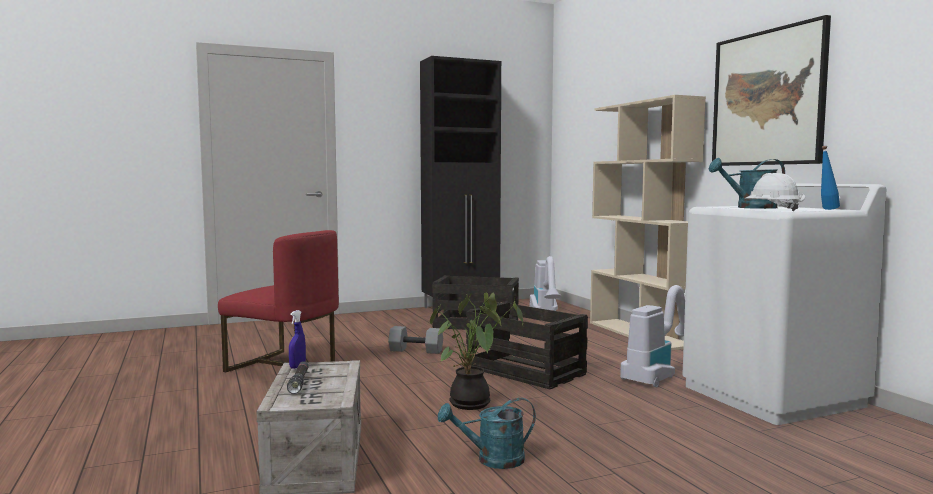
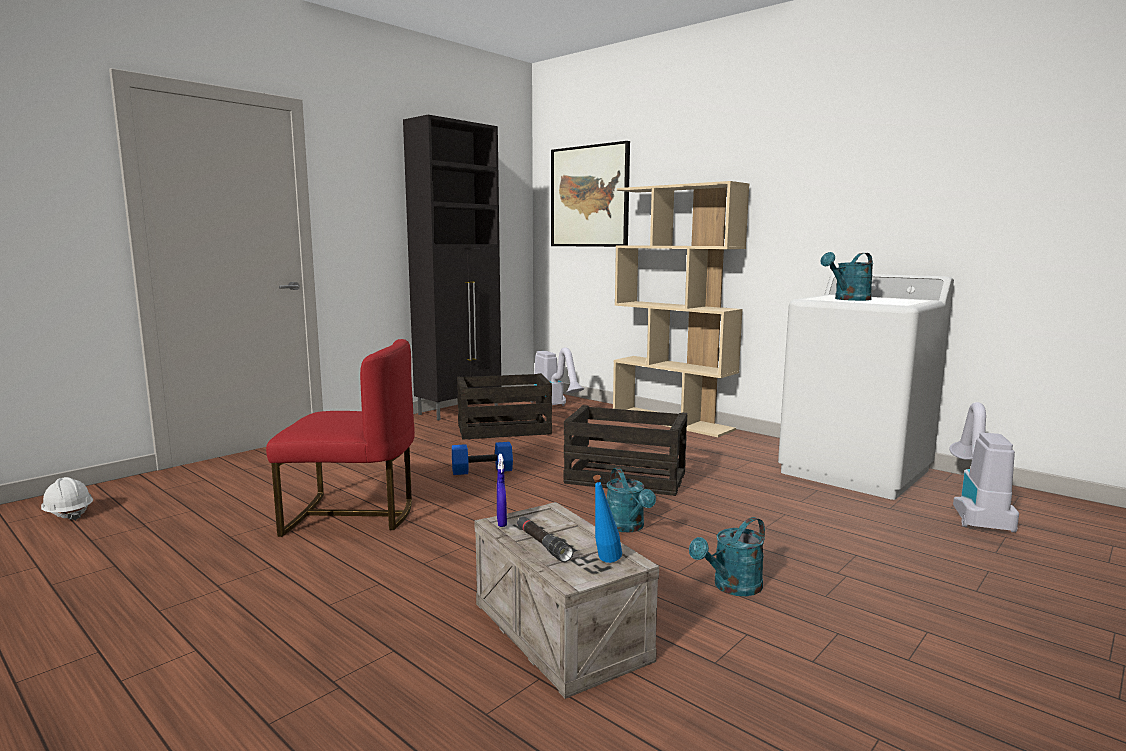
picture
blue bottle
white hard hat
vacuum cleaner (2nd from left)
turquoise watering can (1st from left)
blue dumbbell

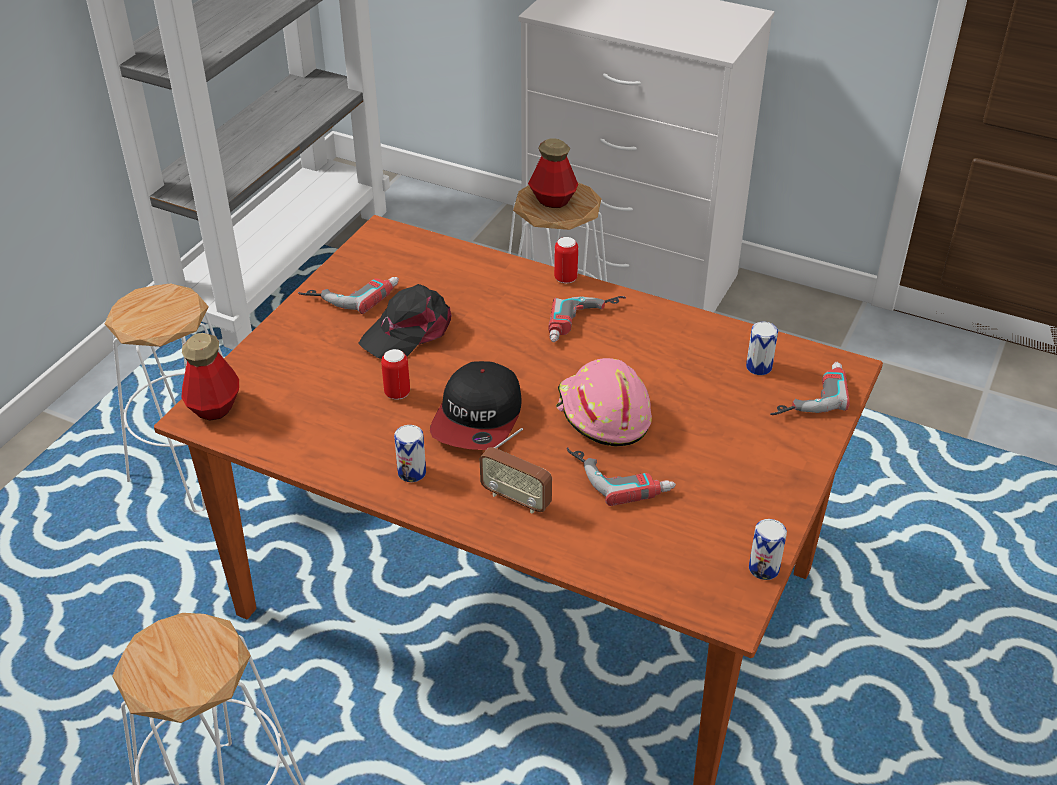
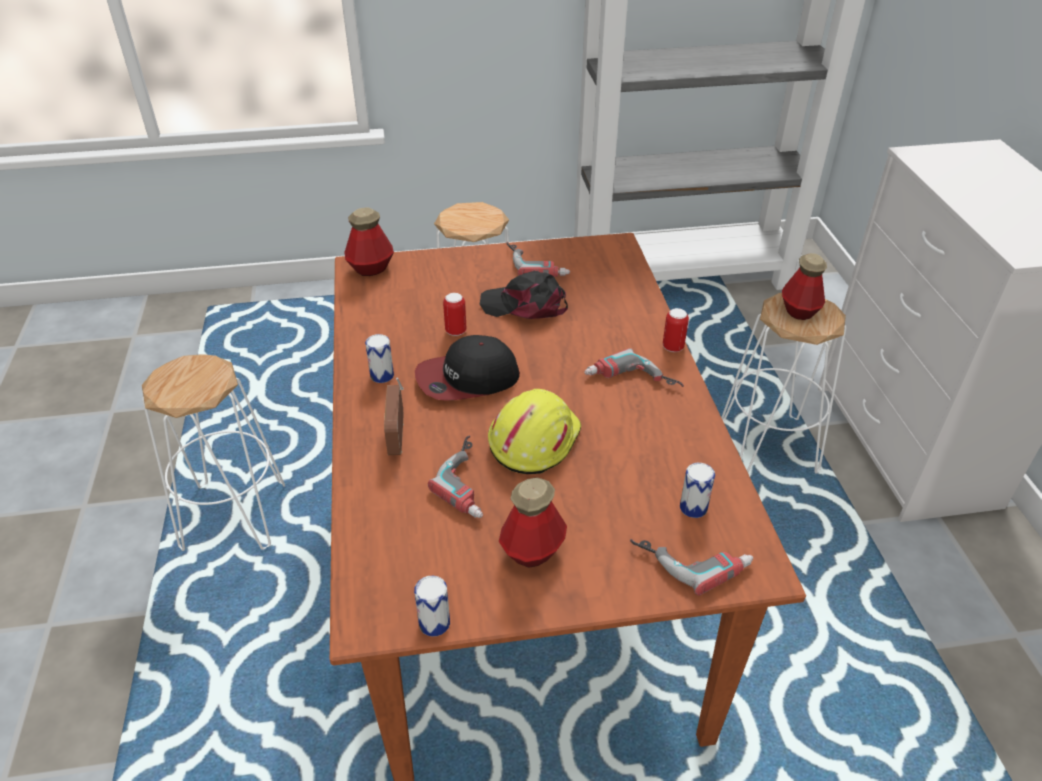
yellow hard hat
bottle (2nd from left)

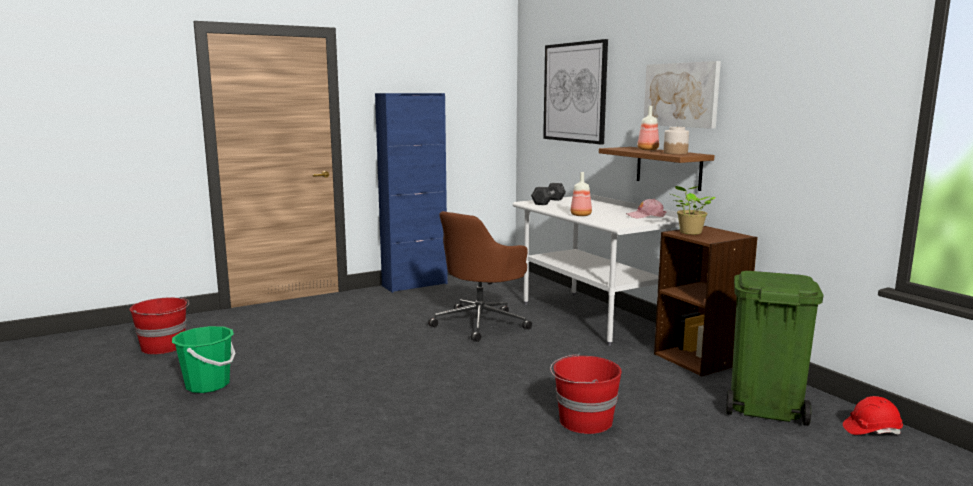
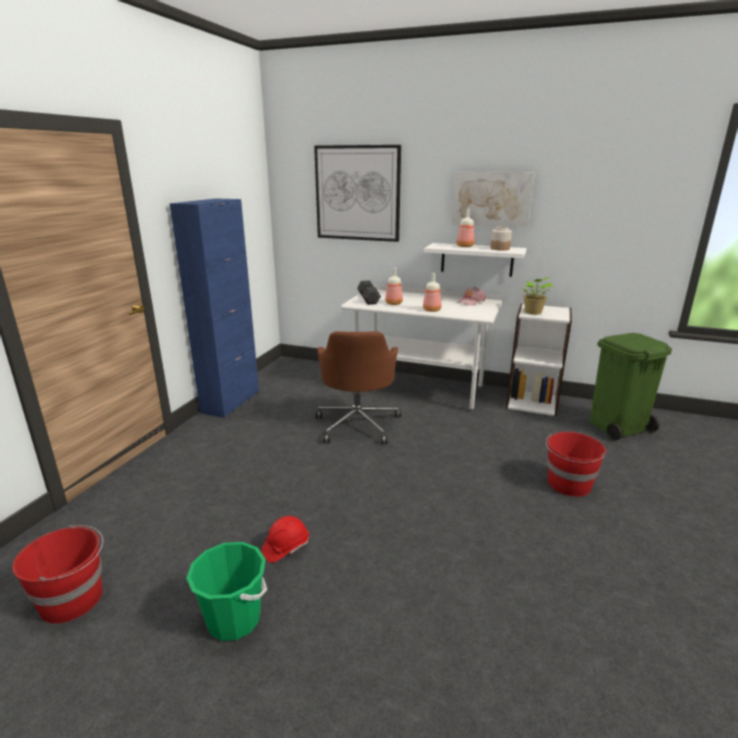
white shelf
white bookcase
red hard hat
bottle (1st from left)

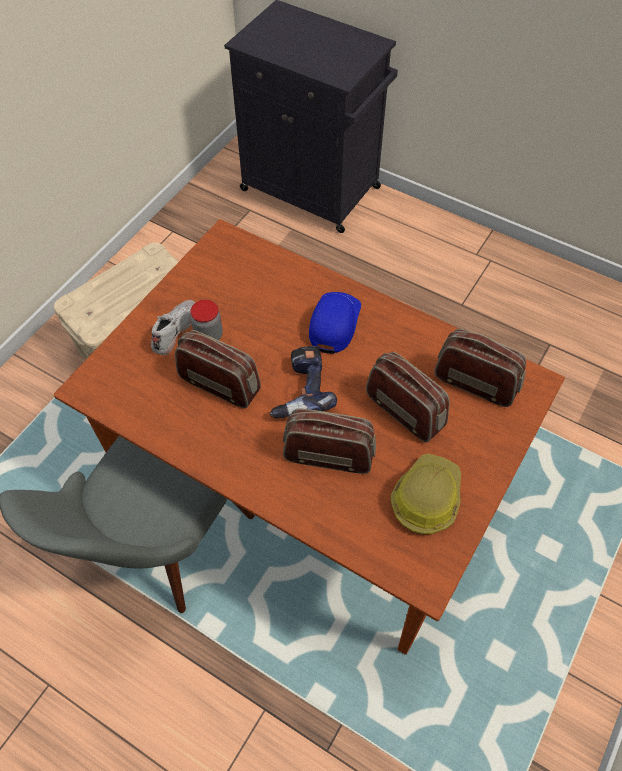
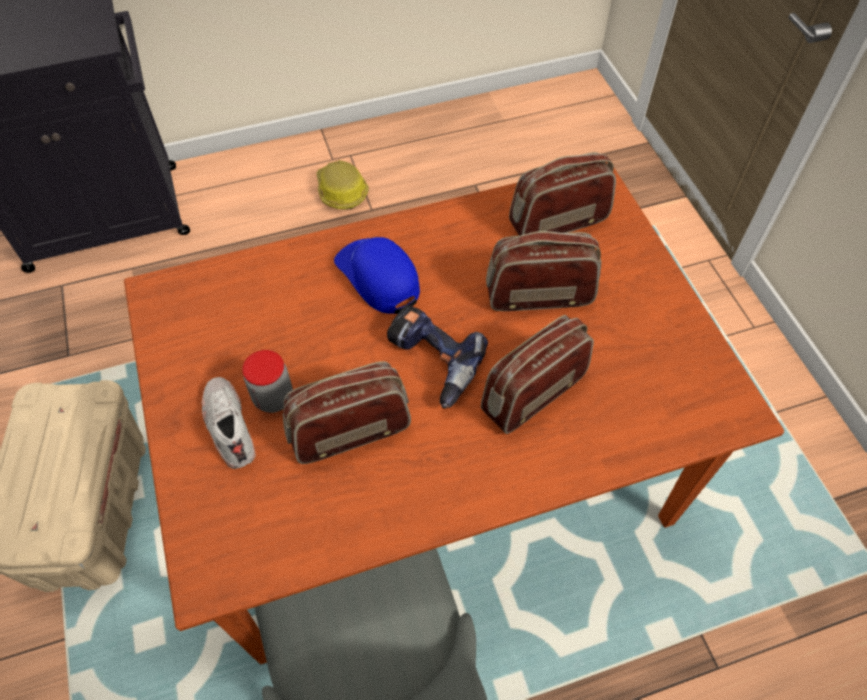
hard hat

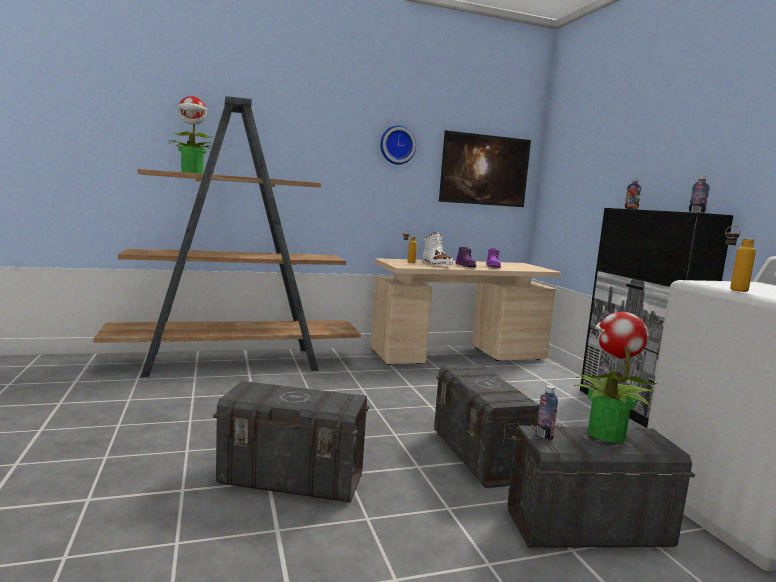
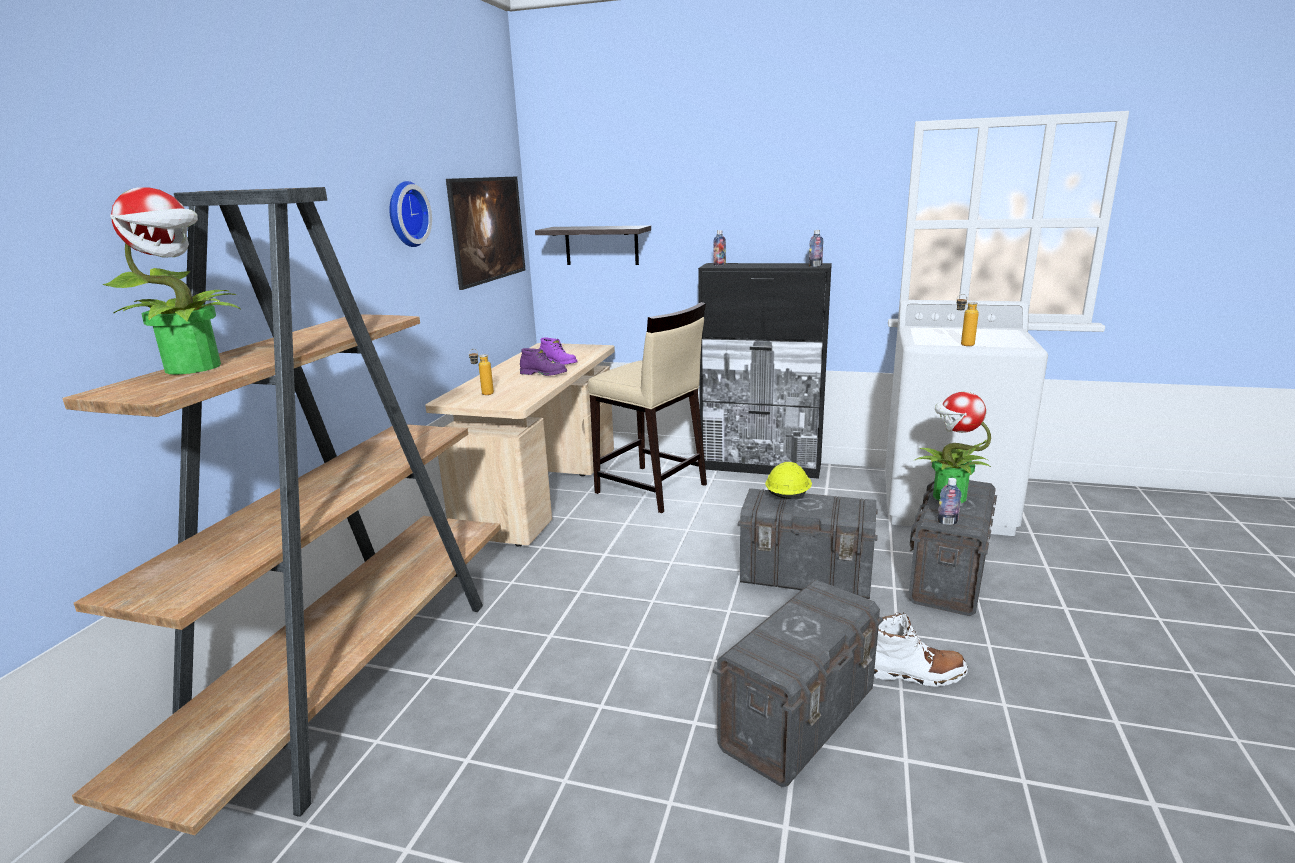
white boot
shelf
beige stool
yellow hard hat

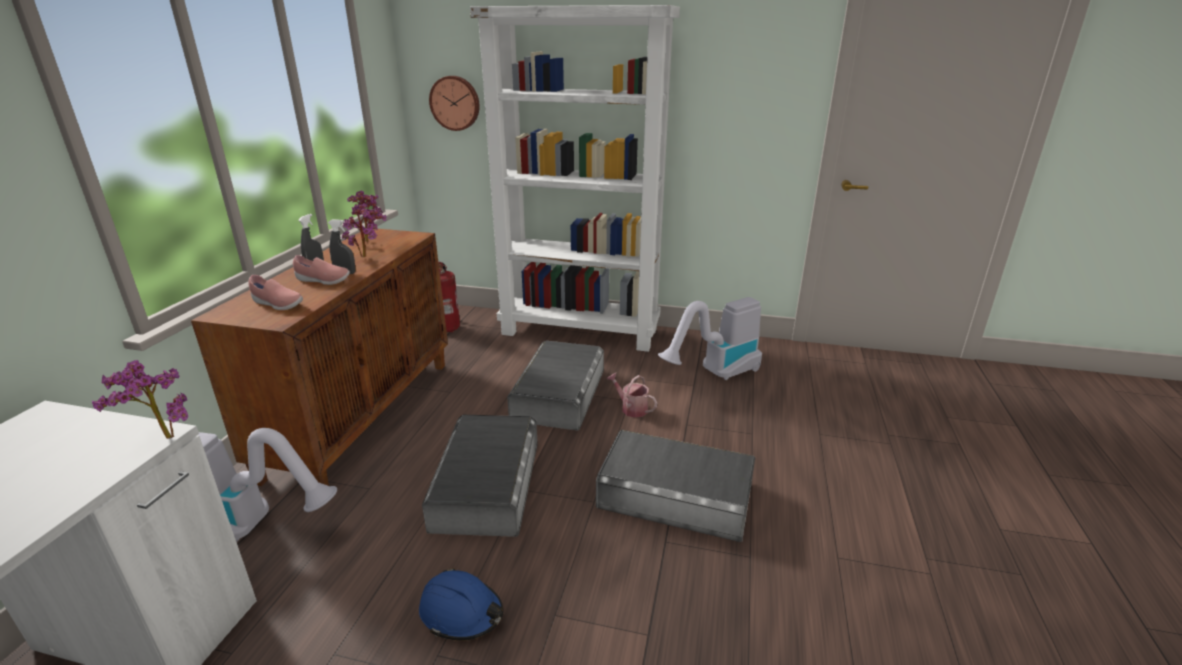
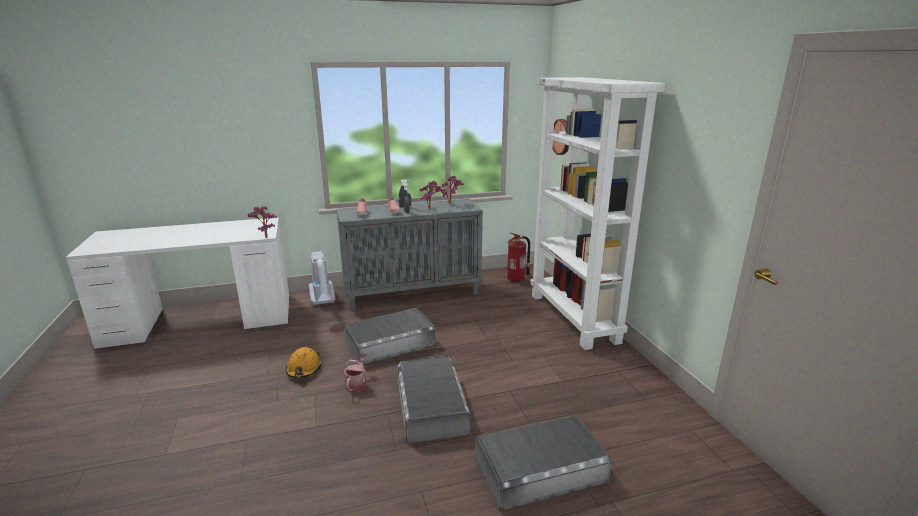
grey cabinet
vacuum cleaner (2nd from left in the first image)
grey storage box (3rd from left)
watering can
orange hard hat

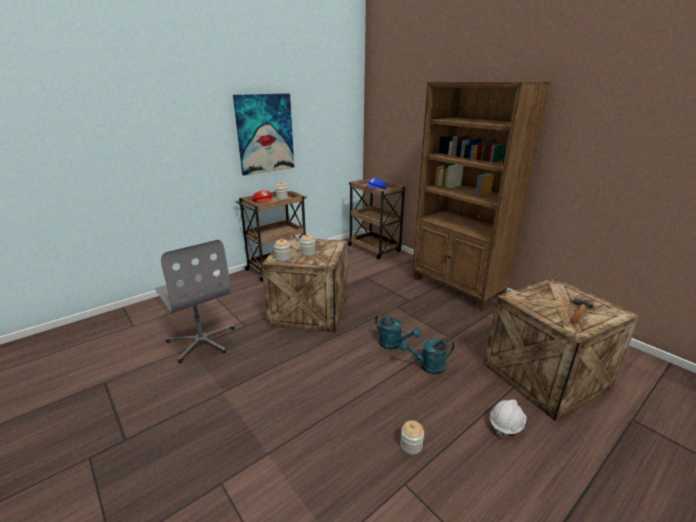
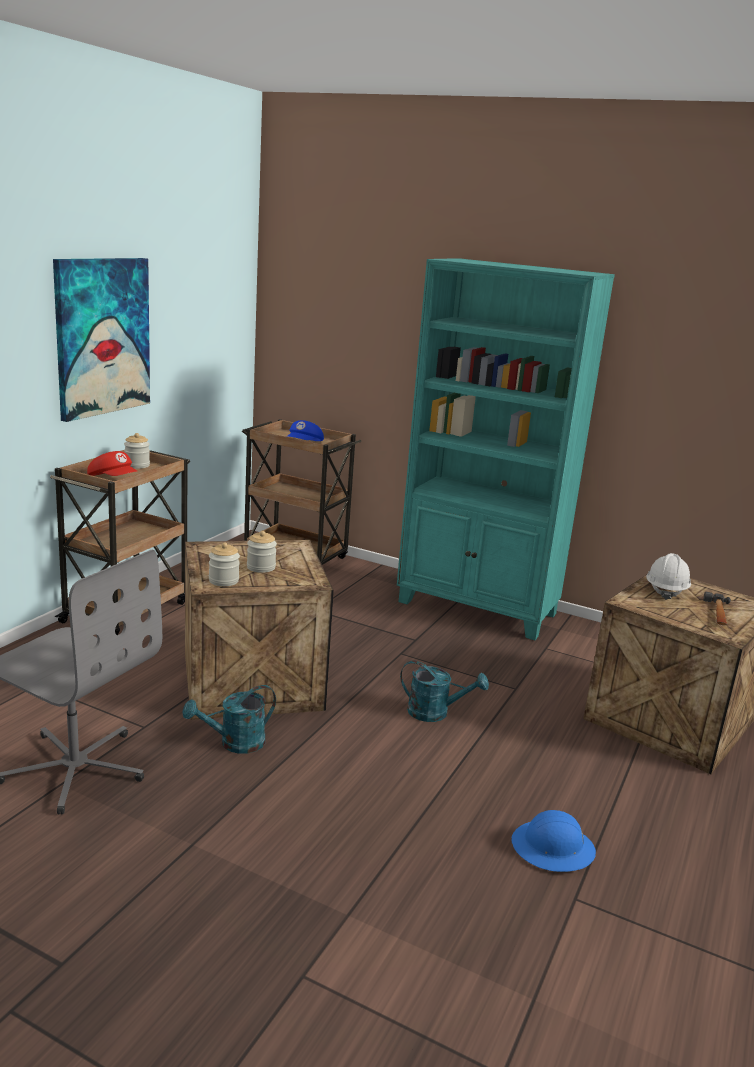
turquoise bookcase
turquoise watering can (1st from left)
white hard hat
blue hard hat

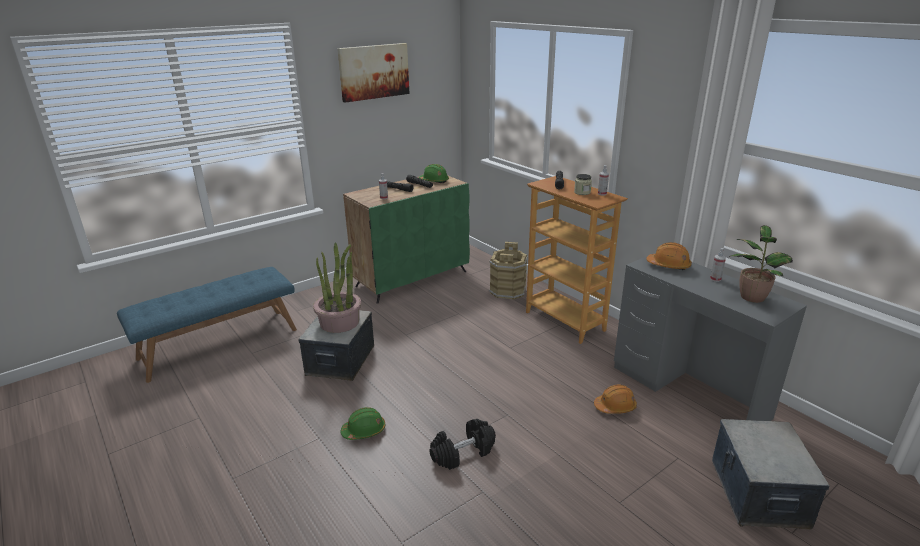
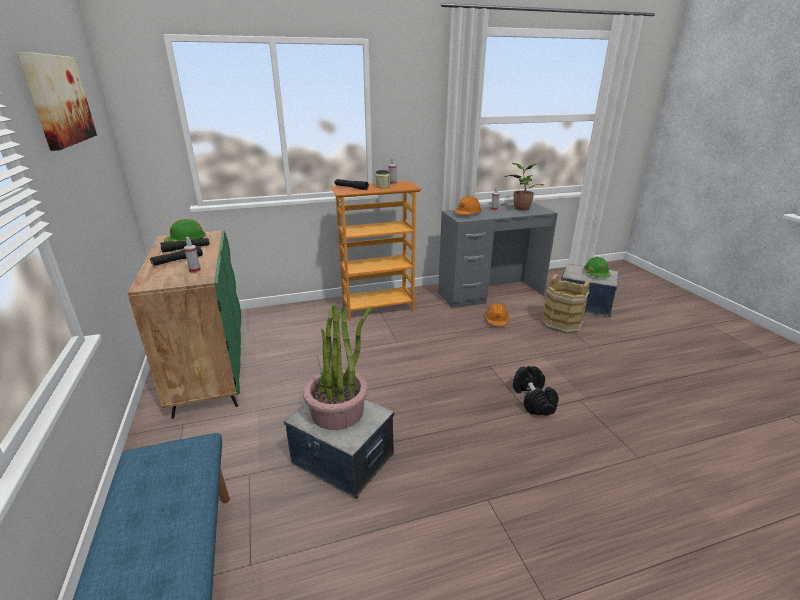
brown bucket
green hard hat (2nd from left)

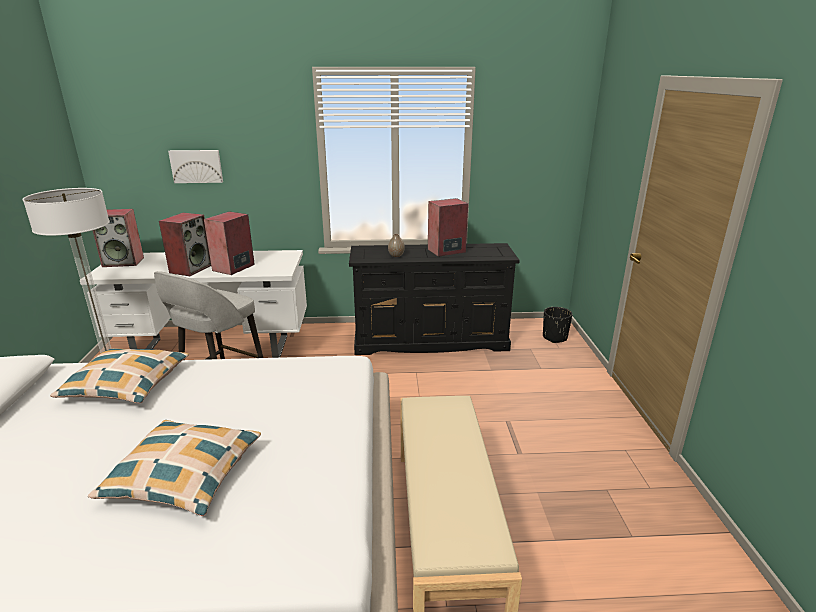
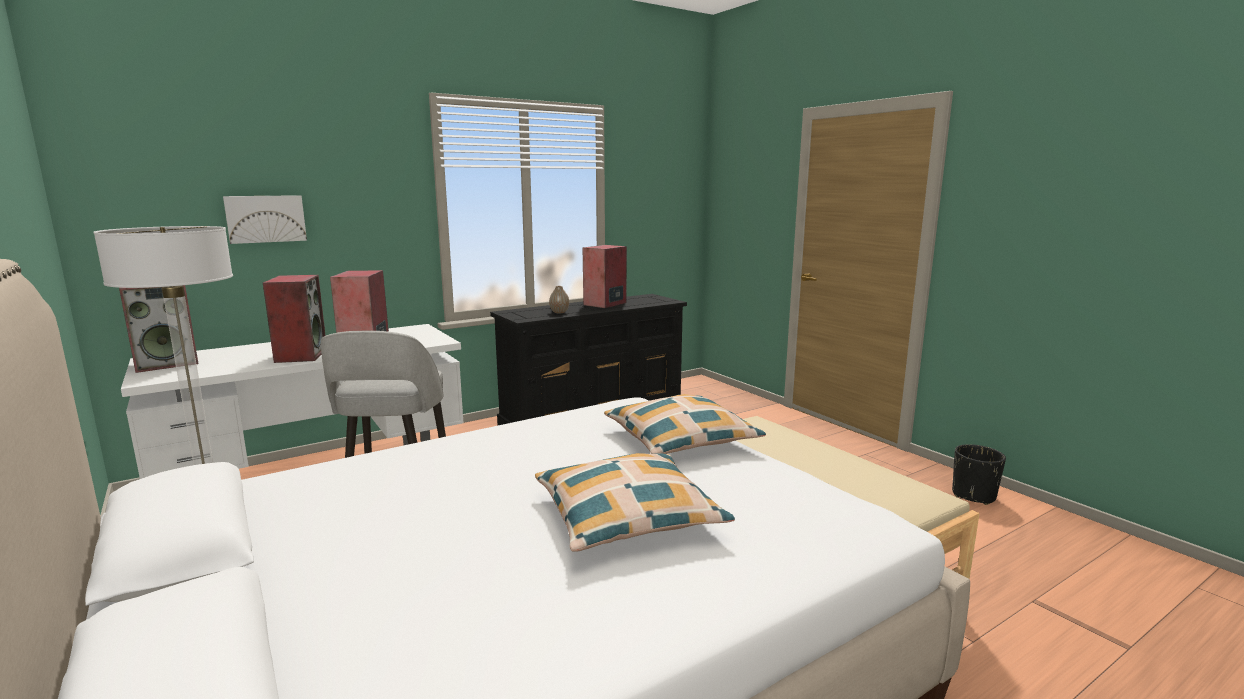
black planter
pillow (2nd from left)

